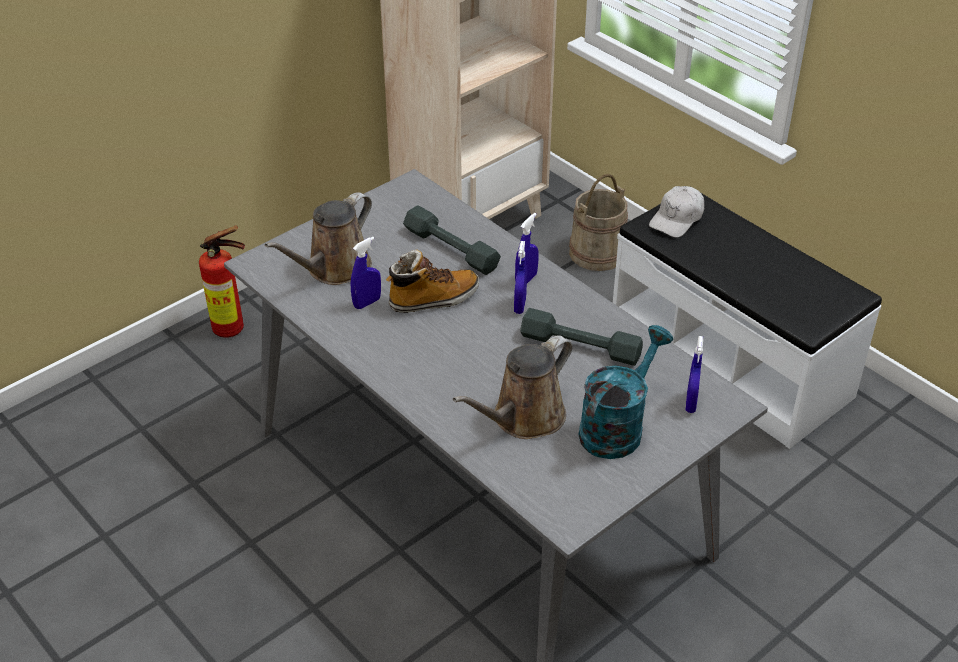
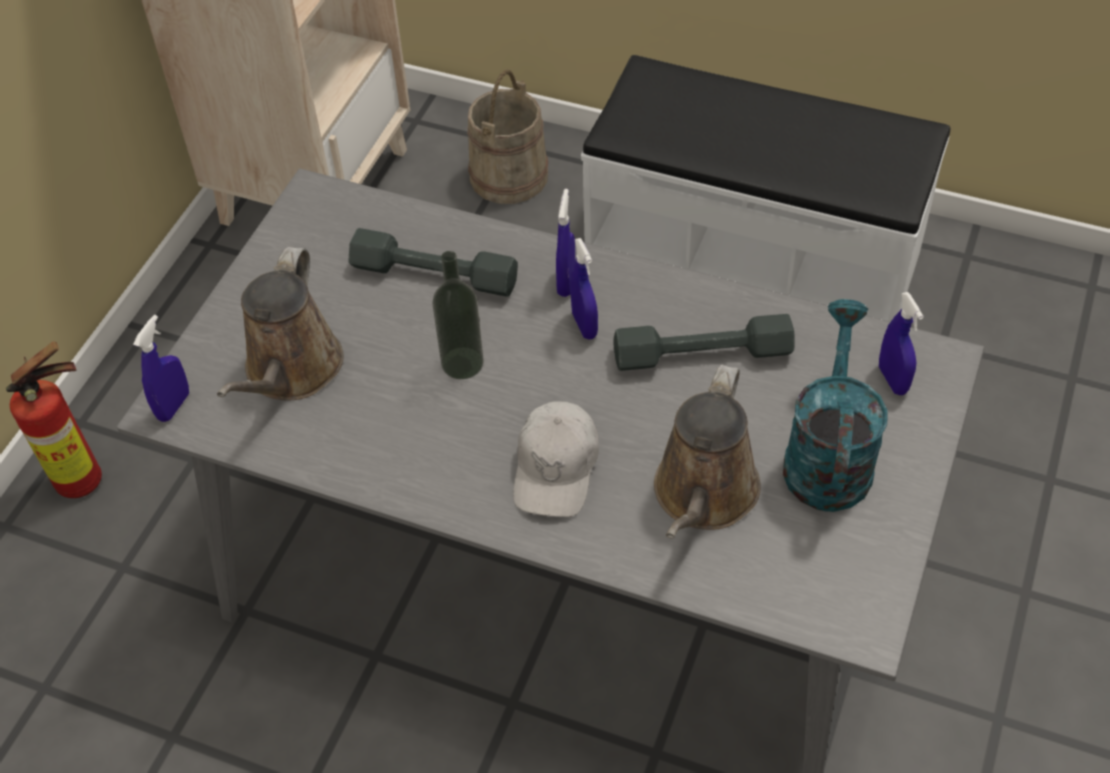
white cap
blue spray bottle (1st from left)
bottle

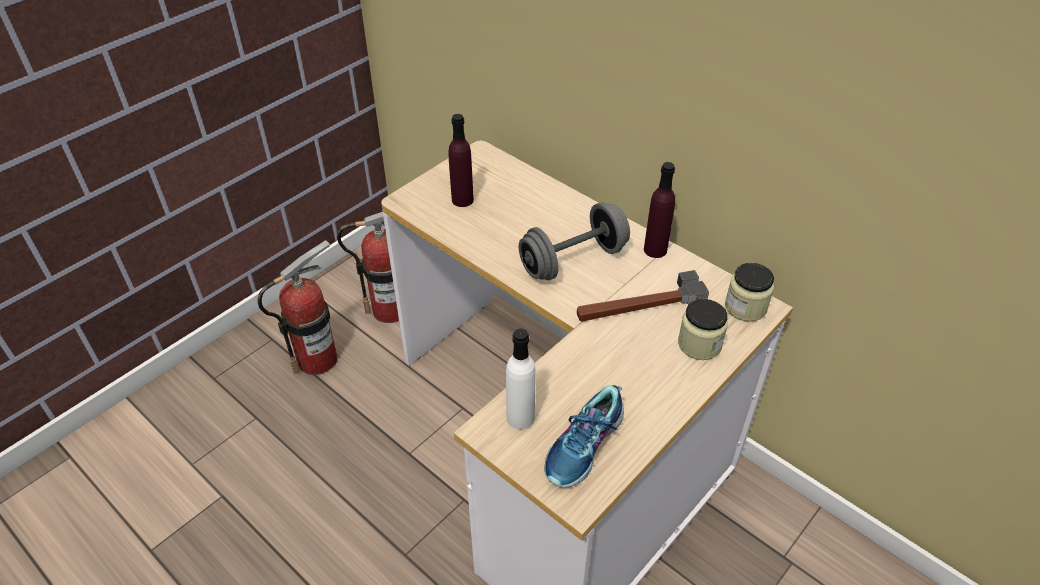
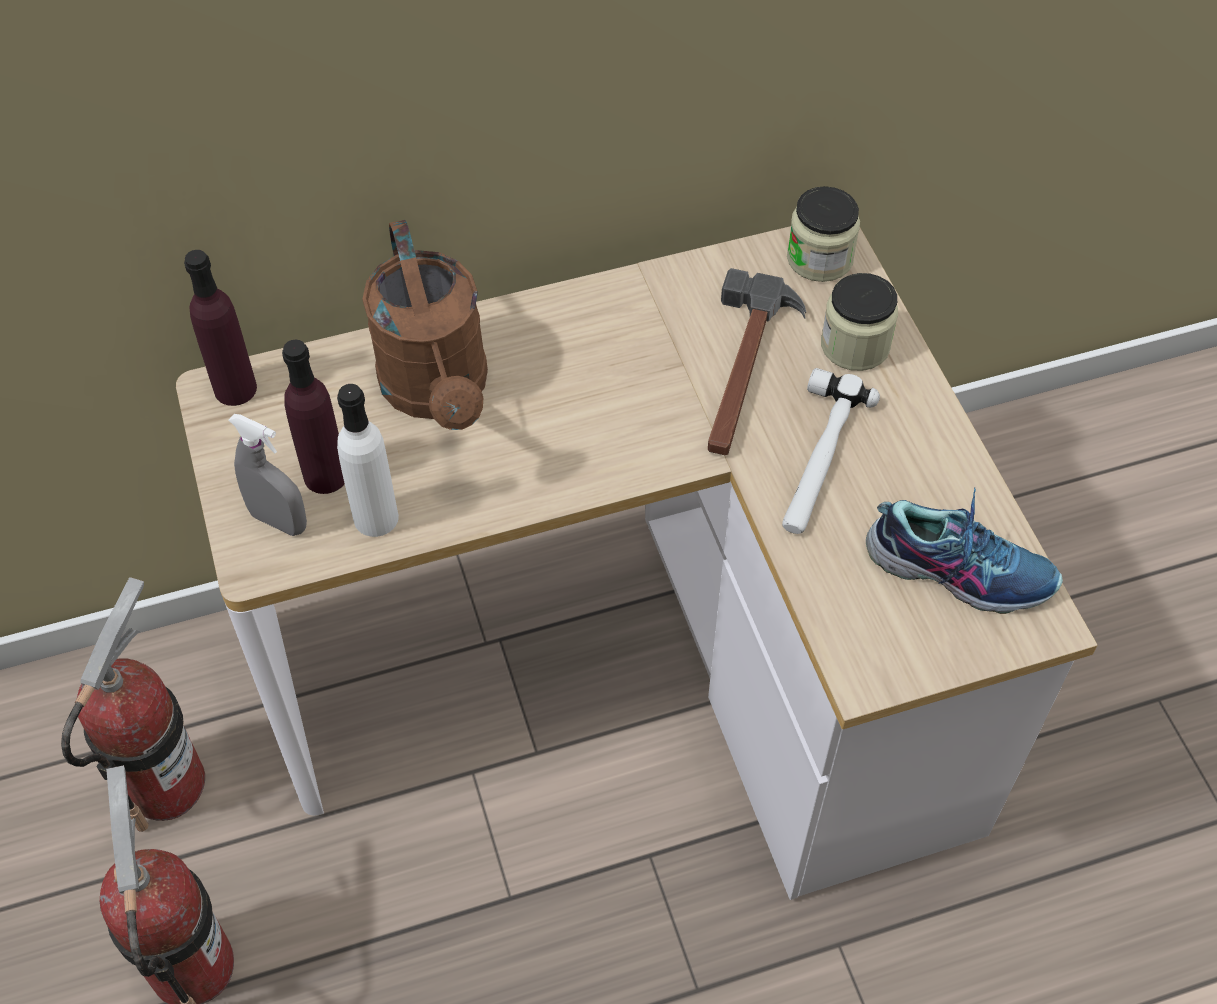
purple bottle (1st from left)
grey dumbbell
white bottle
shoe
brown watering can
hammer (2nd from left)
grey spray bottle

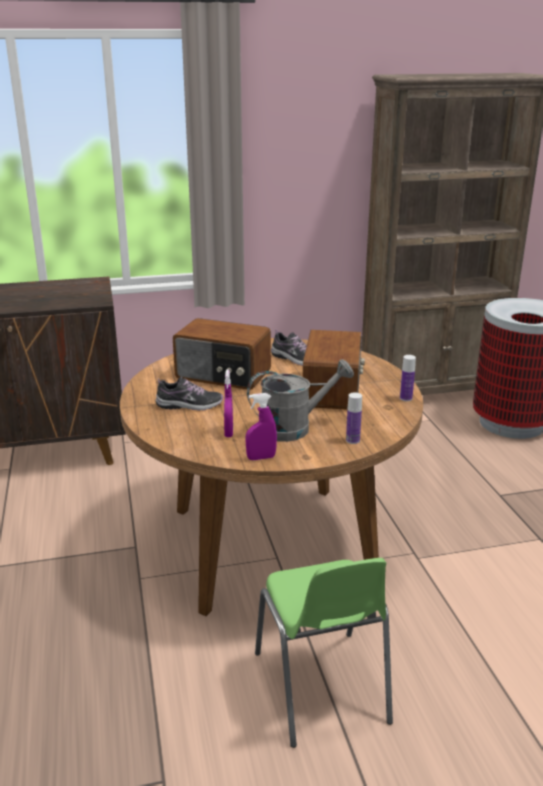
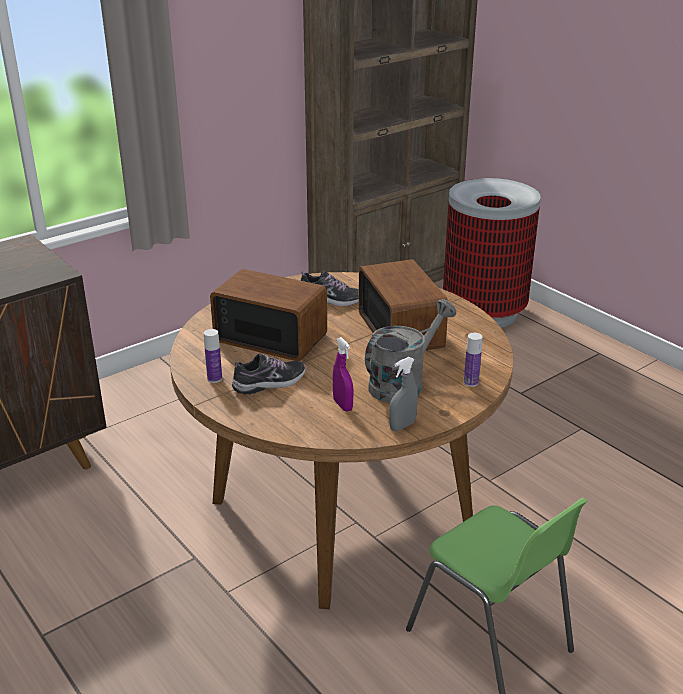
radio (1st from left)
bottle (1st from left)
grey spray bottle

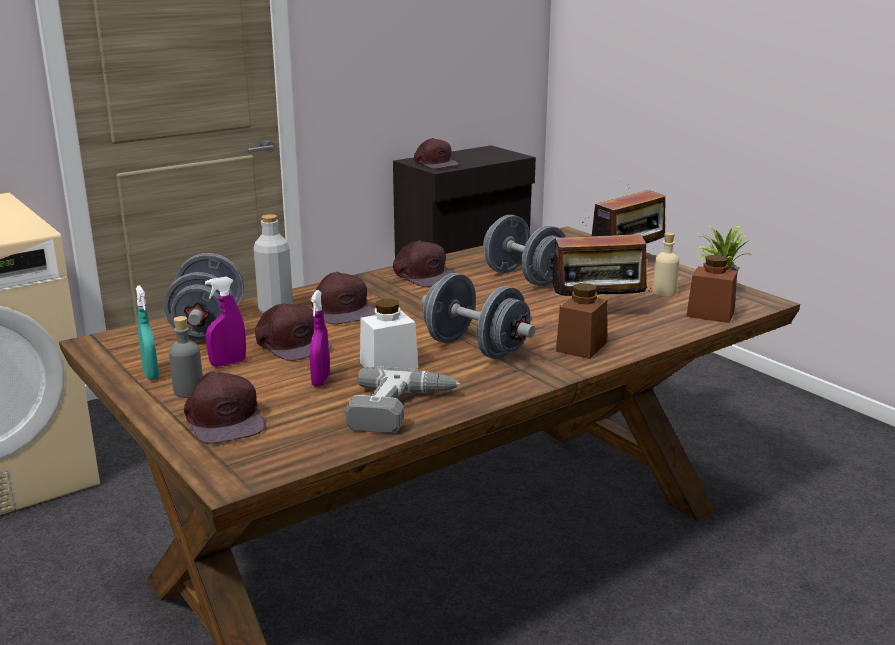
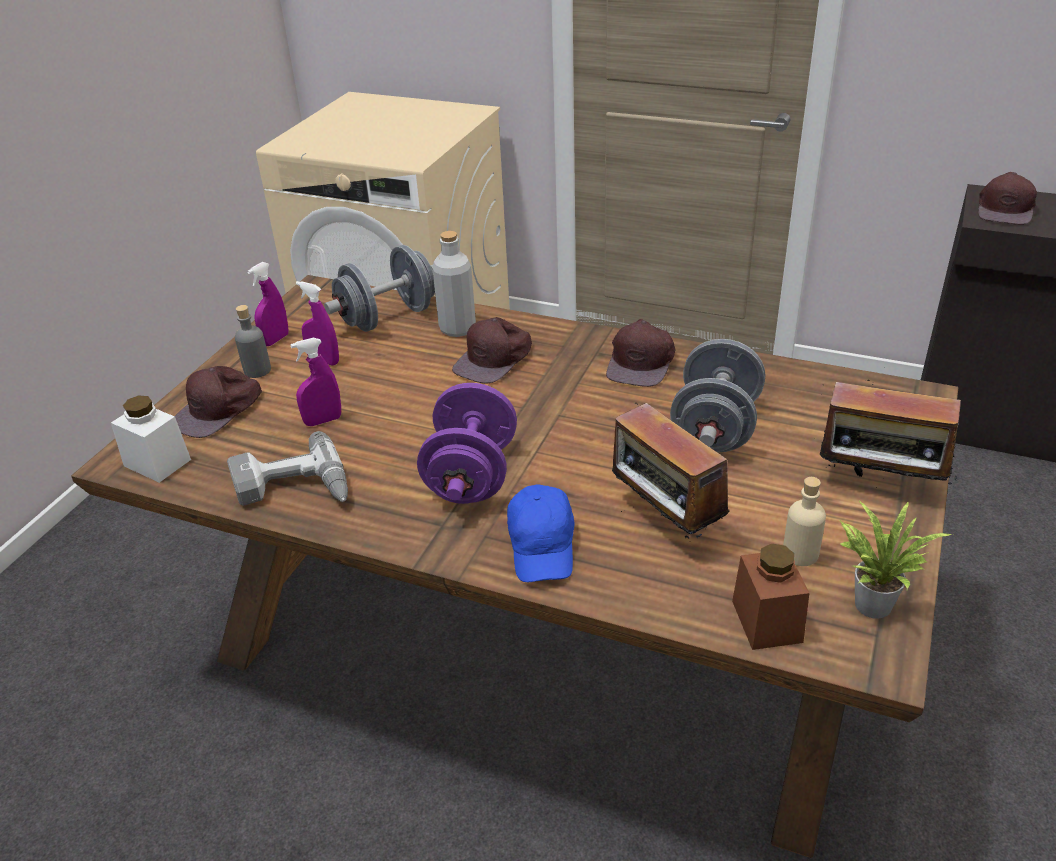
purple dumbbell
blue cap
purple spray bottle (1st from left)
white jar
brown cap (2nd from left in the first image)

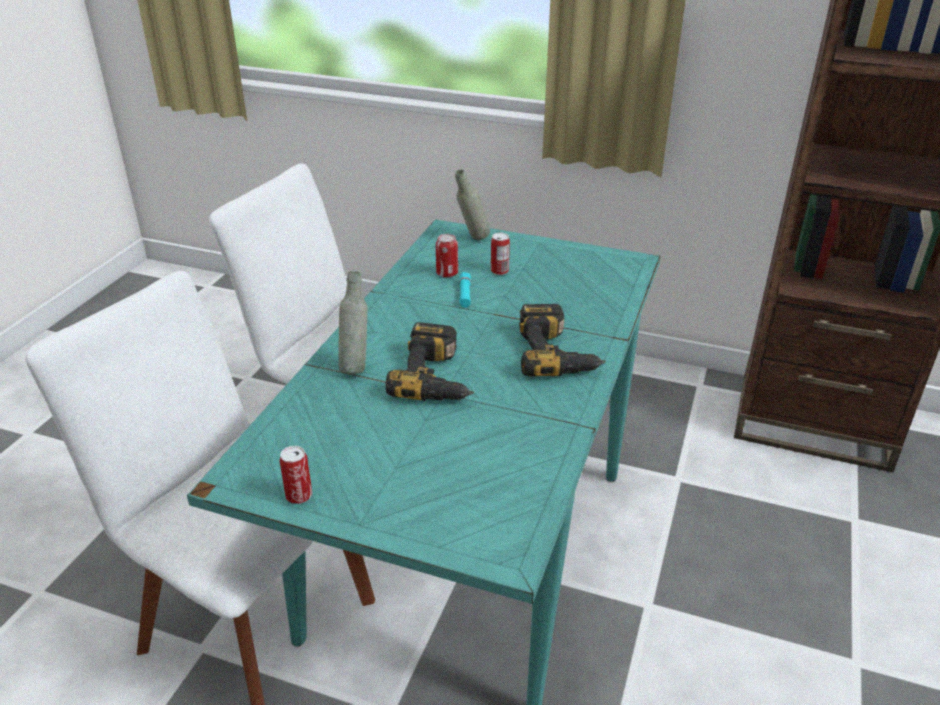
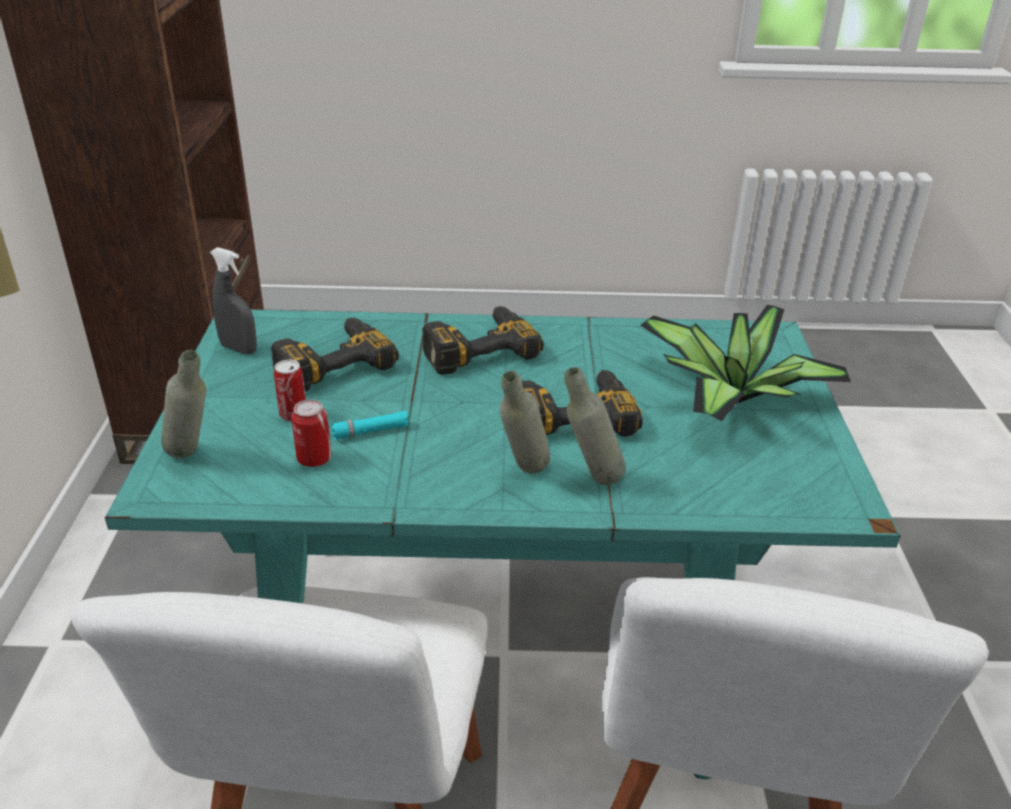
can (1st from left in the first image)
grey spray bottle
potted plant
power drill (1st from left)
grey bottle (2nd from left)

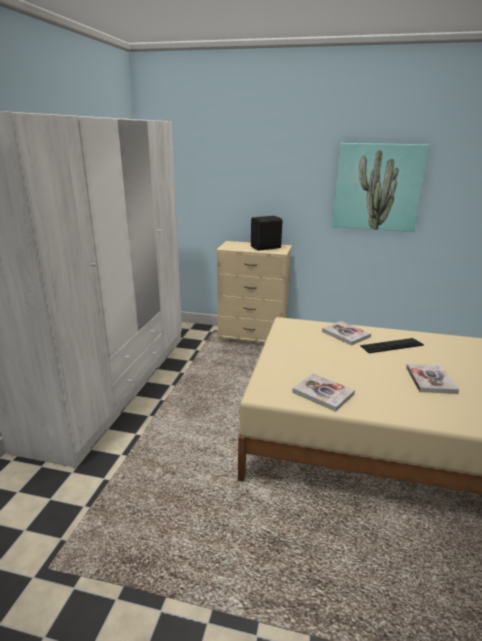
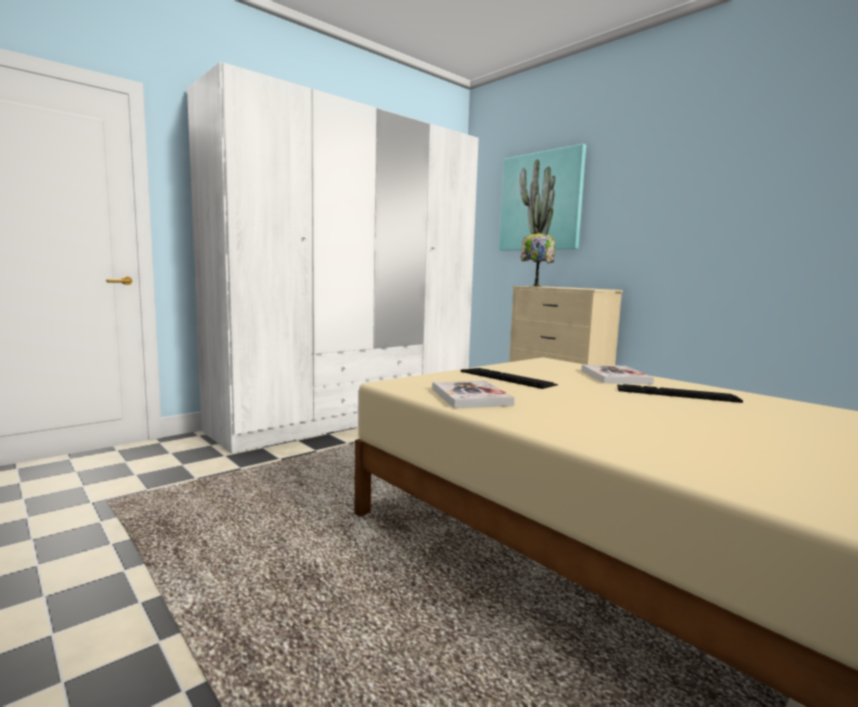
picture
black speaker
book (3rd from left in the first image)
table lamp
keyboard (1st from left)

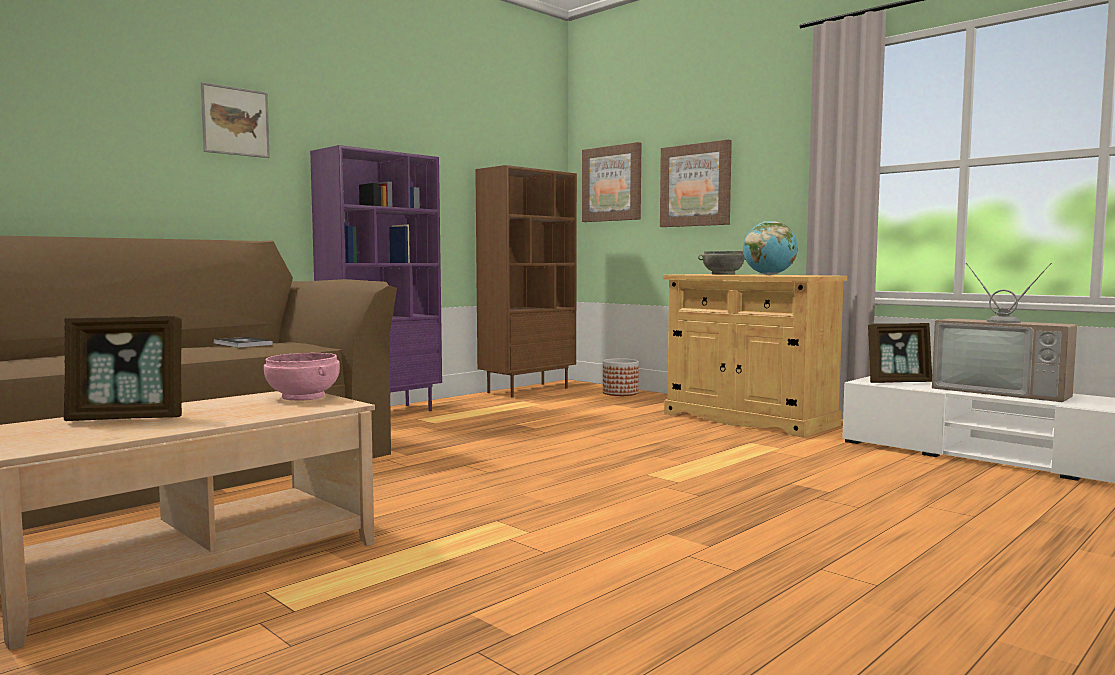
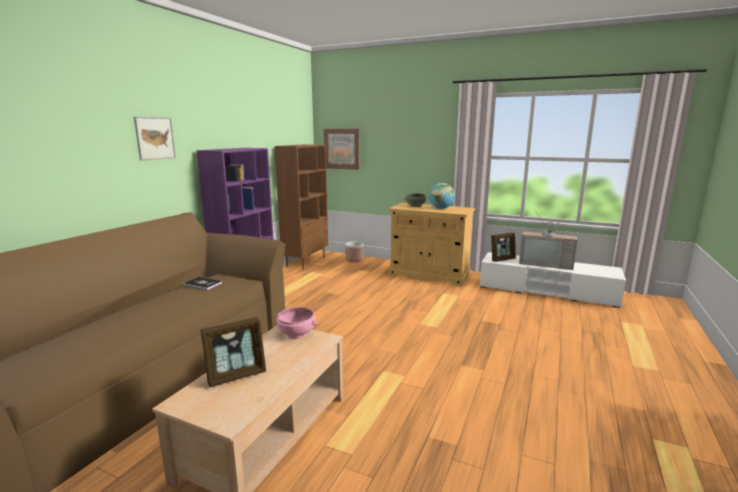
picture (3rd from left in the first image)

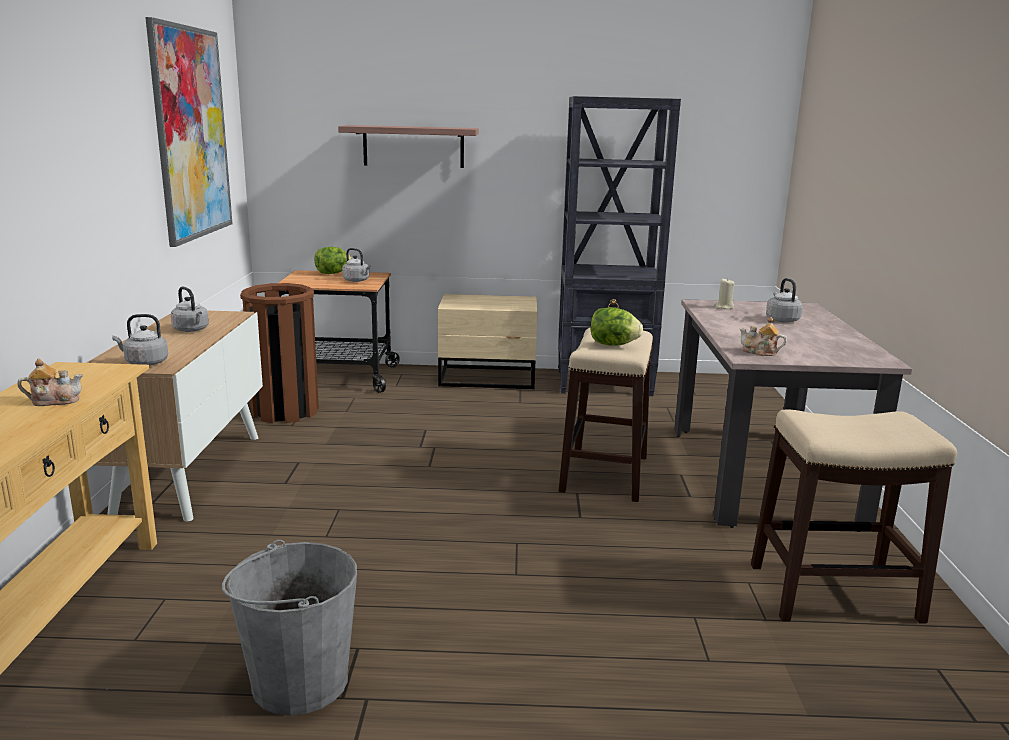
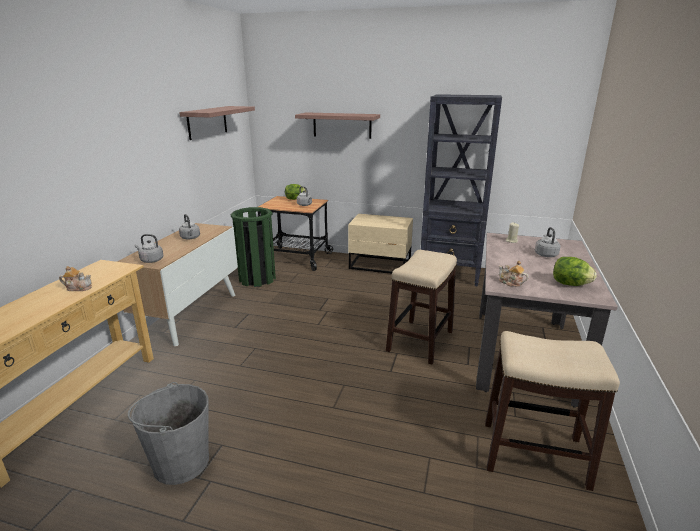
shelf (1st from left)
green trash can
lettuce (2nd from left)

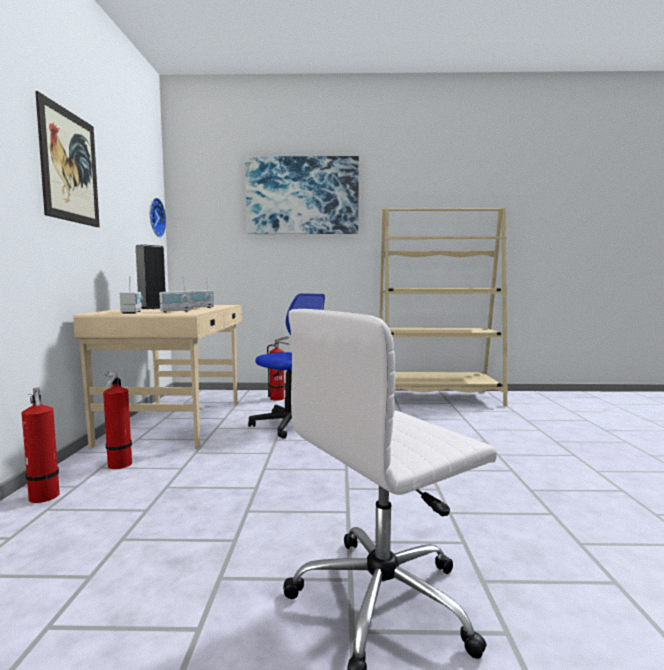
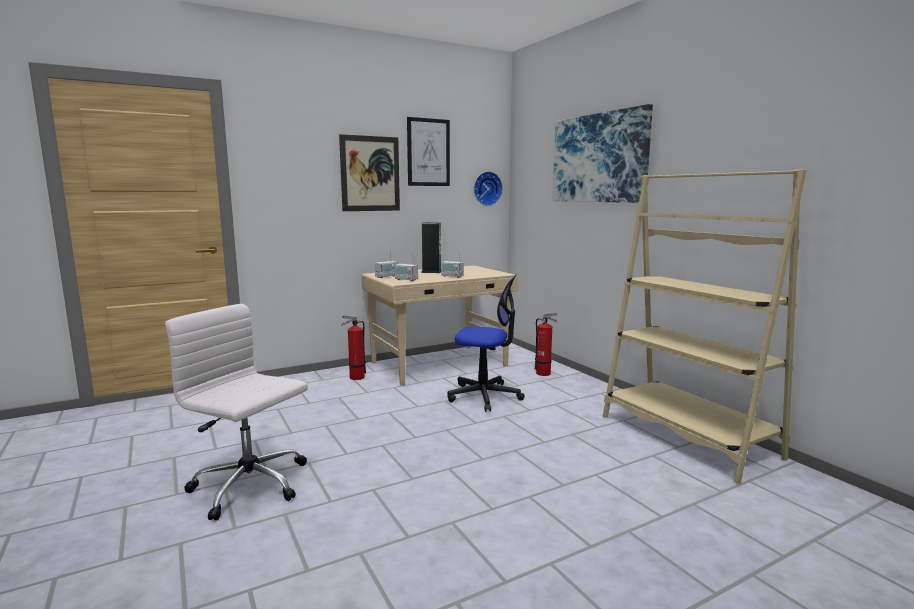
fire extinguisher (1st from left in the first image)
picture (2nd from left)

